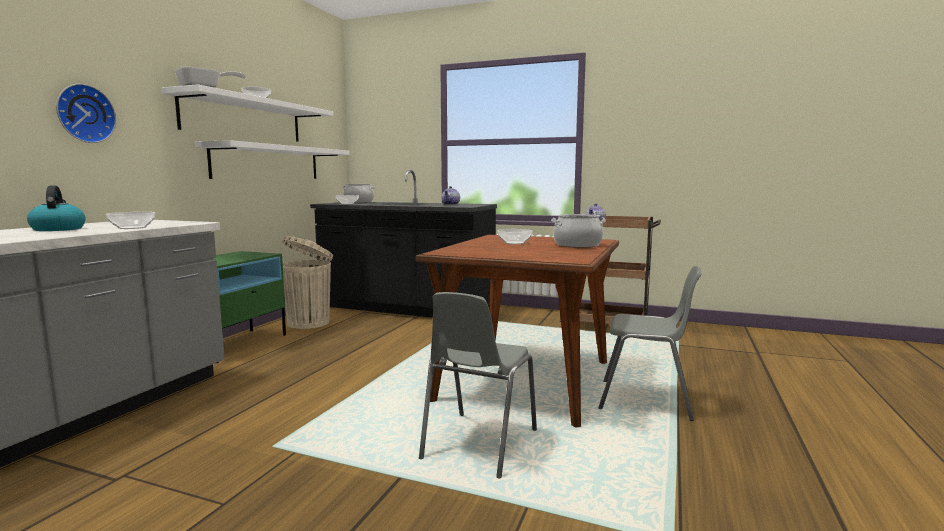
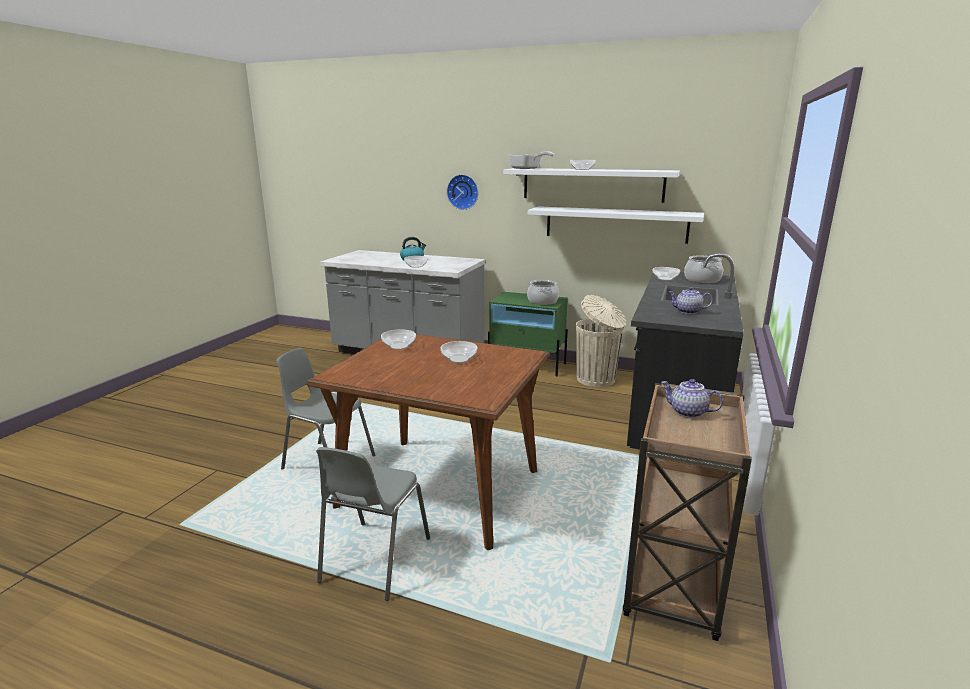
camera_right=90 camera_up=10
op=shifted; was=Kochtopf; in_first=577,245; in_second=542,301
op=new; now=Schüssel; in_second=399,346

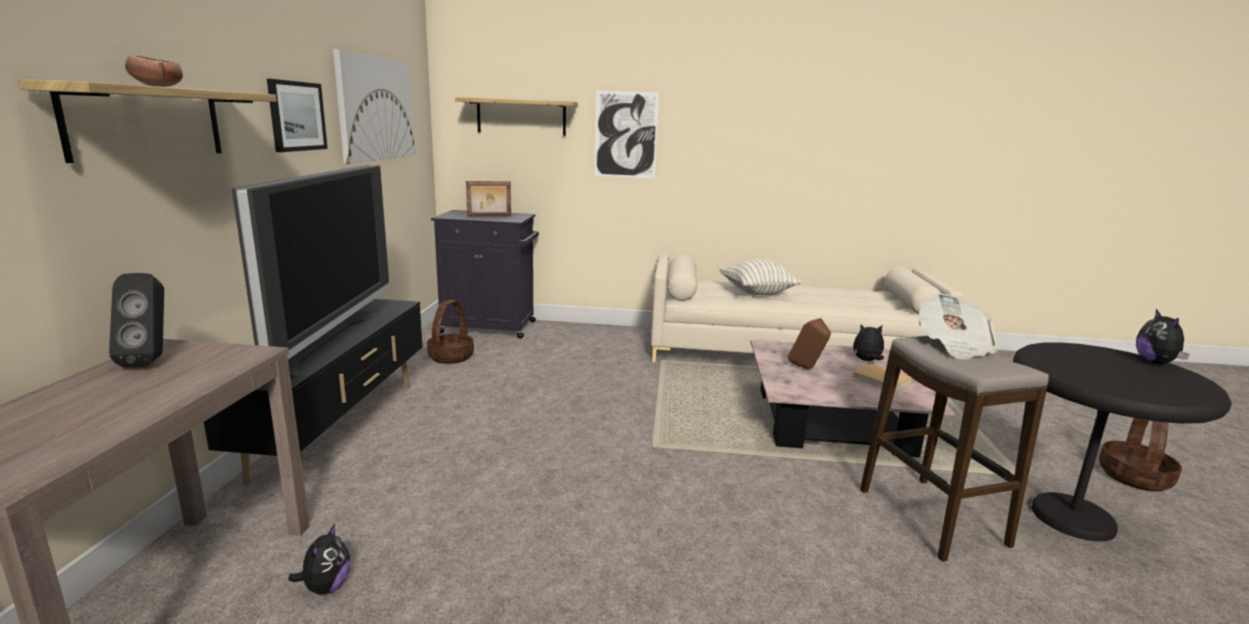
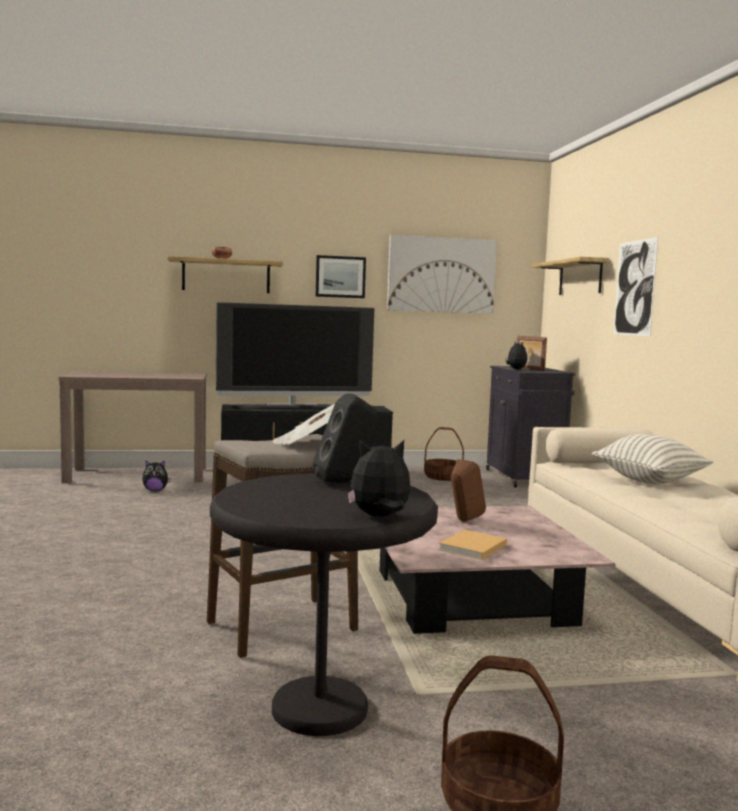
camera_right=75 camera_up=-10
op=shifted; was=Lautsprecher (schwarz); in_first=151,360; in_second=345,481
op=shifted; was=Plüschtier; in_first=866,361; in_second=515,369

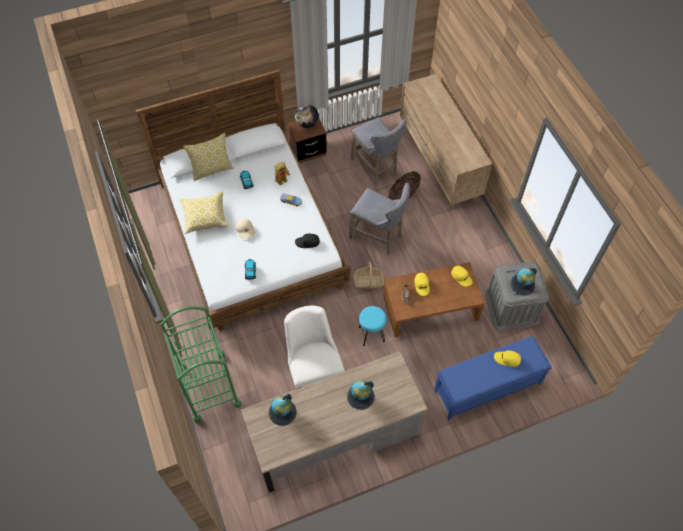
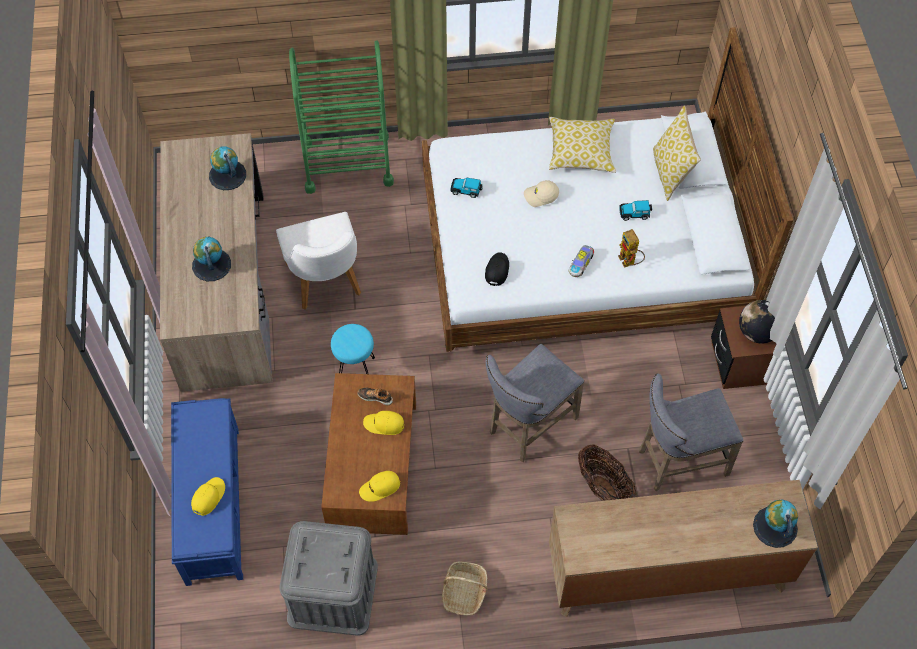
camera_right=105 camera_up=0
op=rotated; was=Stuhl (weiß); in_first=313,370; in_second=326,284; clockwise=75
op=shifted; was=Korb; in_first=368,281; in_second=464,592
op=shifted; was=Globus; in_first=522,284; in_second=775,527

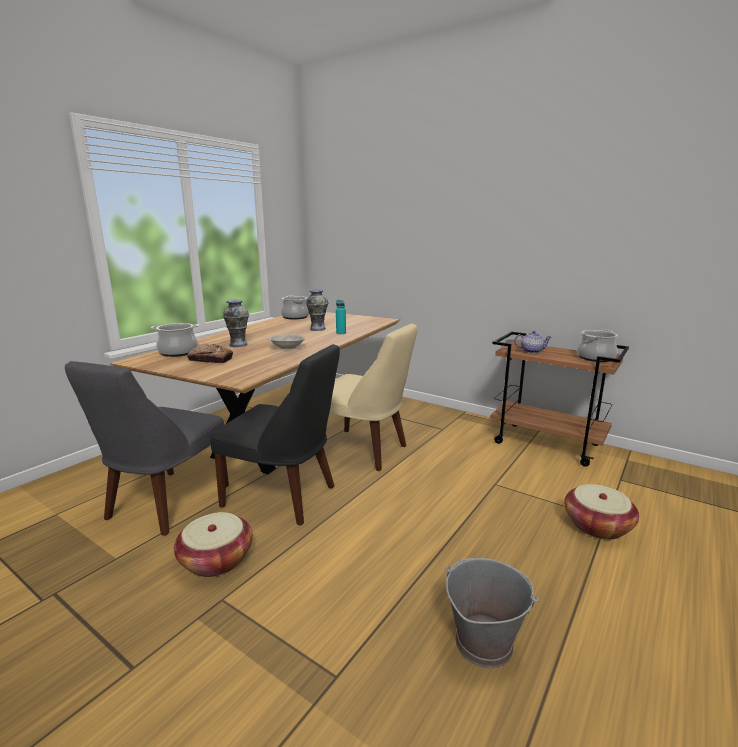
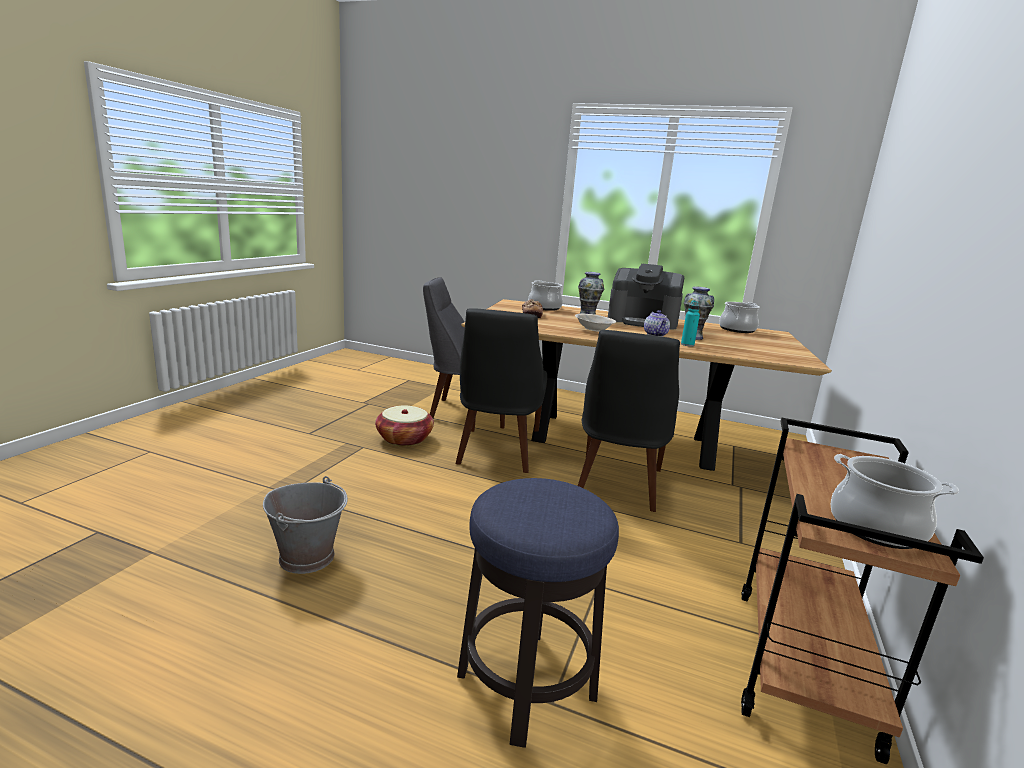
camera_right=75 camera_up=0
op=repainted; was=Stuhl (beige); now=Stuhl (schwarz); in_first=364,450; in_second=617,485
op=shifted; was=Teekanne; in_first=531,351; in_second=656,335
op=swapped; was=Korb; now=Hocker; in_first=597,526; in_second=526,685
op=new; now=Kaffeemaschine; in_second=643,321

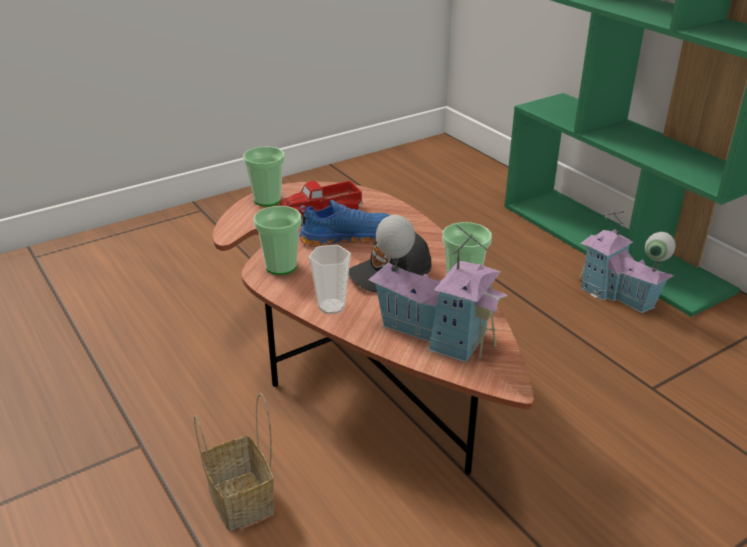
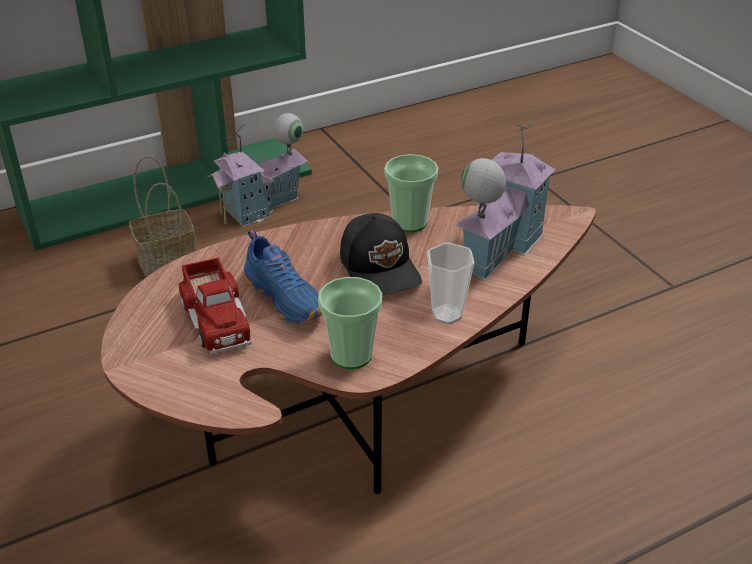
camera_right=-85 camera_up=5
op=shifted; was=Korb; in_first=243,501; in_second=168,258
op=gone; was=Tasse; in_first=267,200
op=rotated; was=Schuh (blau); in_first=345,236; in_second=286,298; clockwise=150

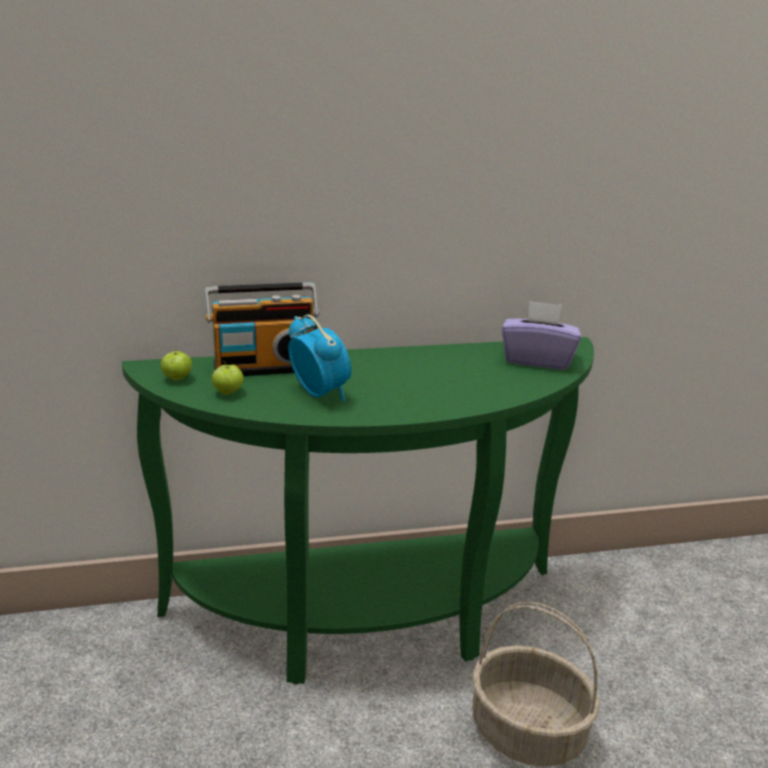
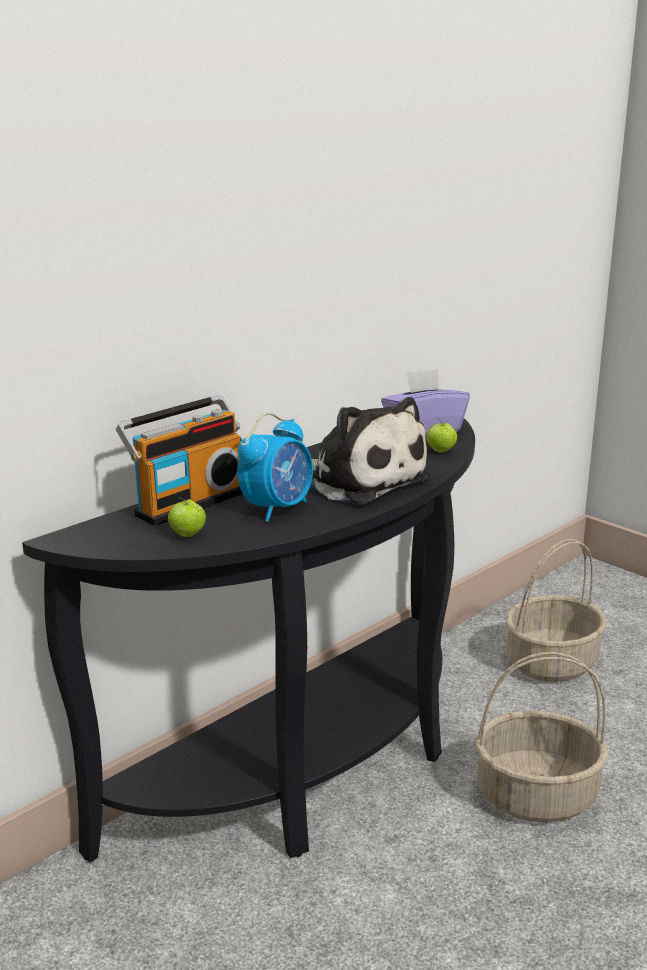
camera_right=-30 camera_up=-5
op=repainted; was=Konsolentisch (grün); now=Konsolentisch (schwarz); in_first=369,623; in_second=317,769
op=shifted; was=Apfel; in_first=177,378; in_second=441,451
op=rotated; was=Wecker; in_first=319,393; in_second=278,508; clockwise=105
op=new; now=Plüschtier; in_second=361,479
op=new; now=Korb; in_second=551,662

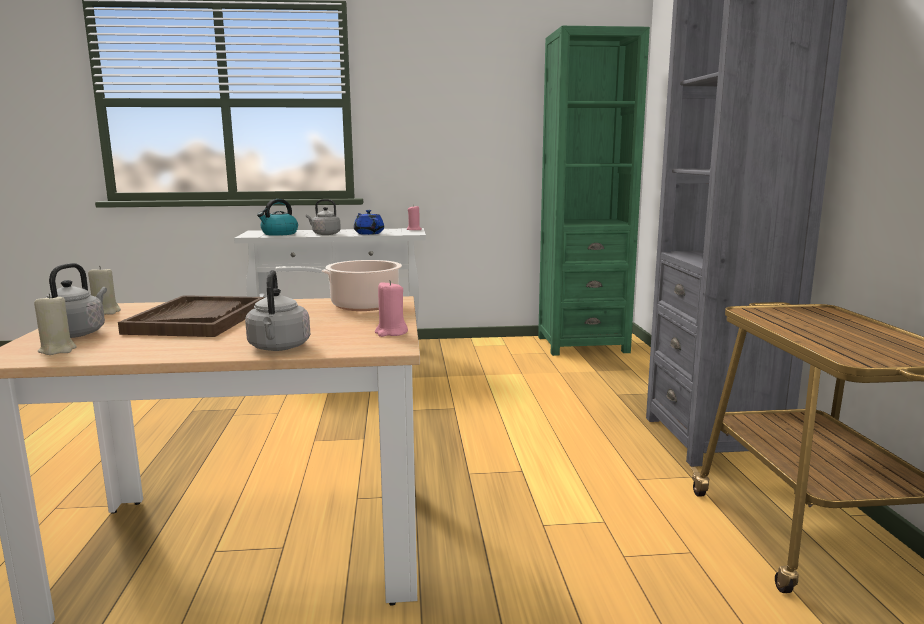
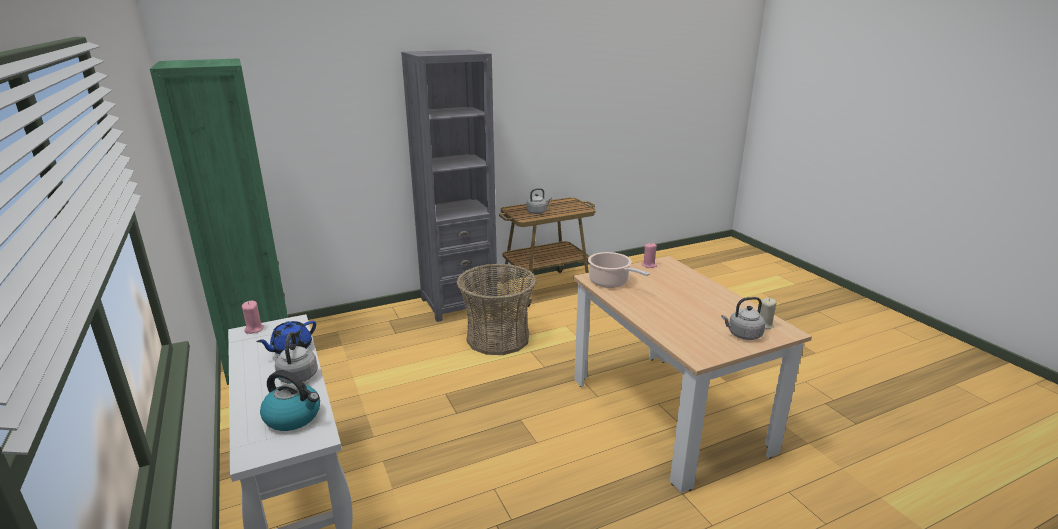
camera_right=-110 camera_up=10
op=gone; was=Kerze (beige); in_first=106,312
op=gone; was=Tablett (braun); in_first=197,320
op=shifted; was=Wasserkessel (grau); in_first=279,348; in_second=537,212
op=new; now=Korb; in_second=498,338

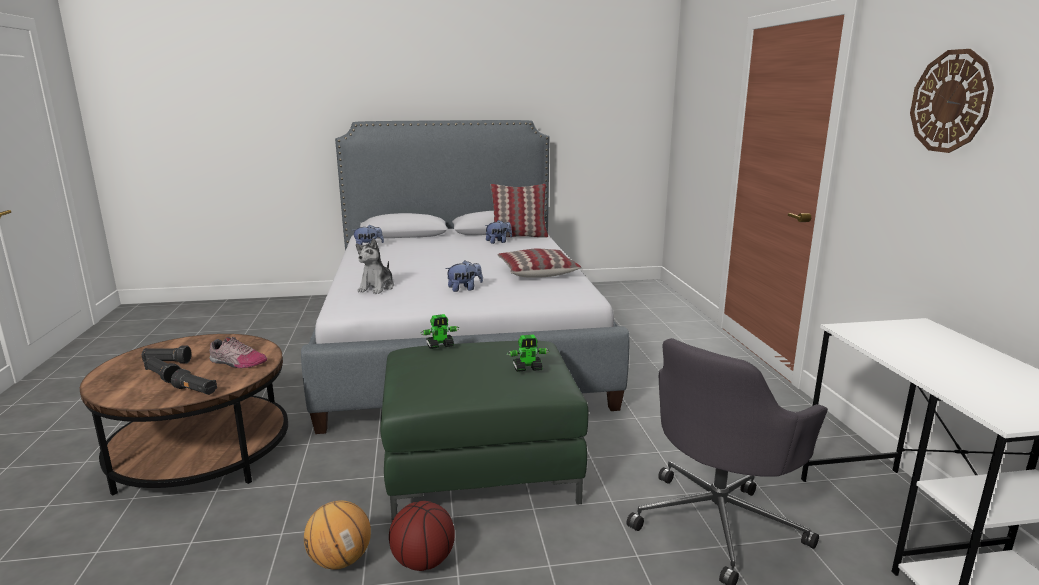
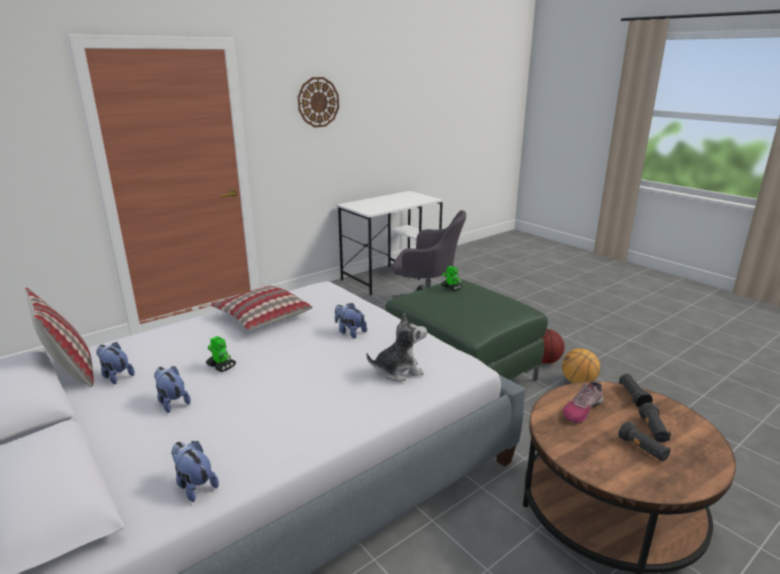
camera_right=-120 camera_up=5
op=rotated; was=Schuh; in_first=237,363; in_second=582,409; clockwise=-120
op=shifted; was=Spielzeugroboter; in_first=440,345; in_second=221,366
op=new; now=Plüschtier; in_second=172,402

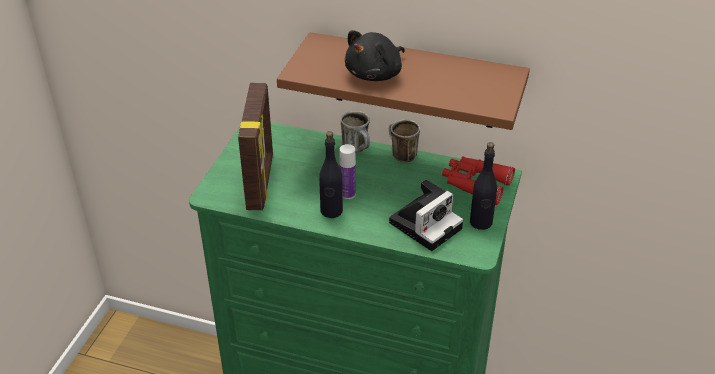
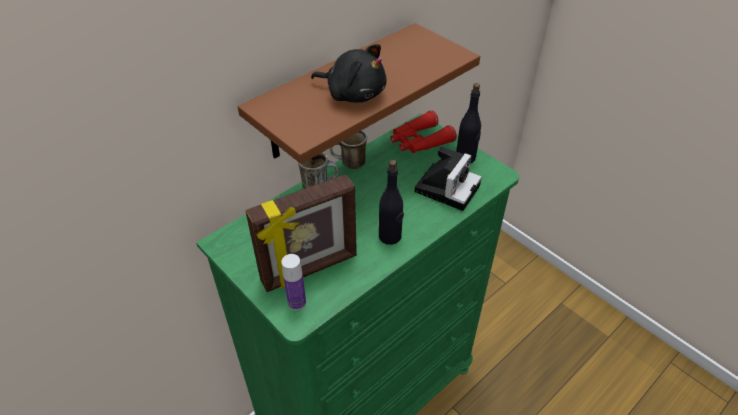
camera_right=-60 camera_up=5
op=rotated; was=Bilderrahmen; in_first=261,182; in_second=310,269; clockwise=120
op=shifted; was=Flasche; in_first=347,194; in_second=297,302
op=rotated; was=Plüschtier (schwarz); in_first=375,74; in_second=353,94; clockwise=-45
op=rotated; was=Kamera; in_first=426,224; in_second=447,186; clockwise=45

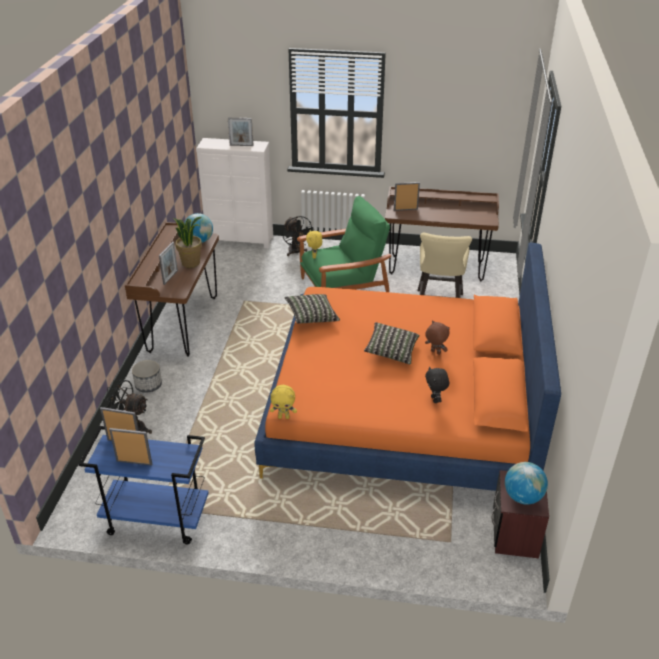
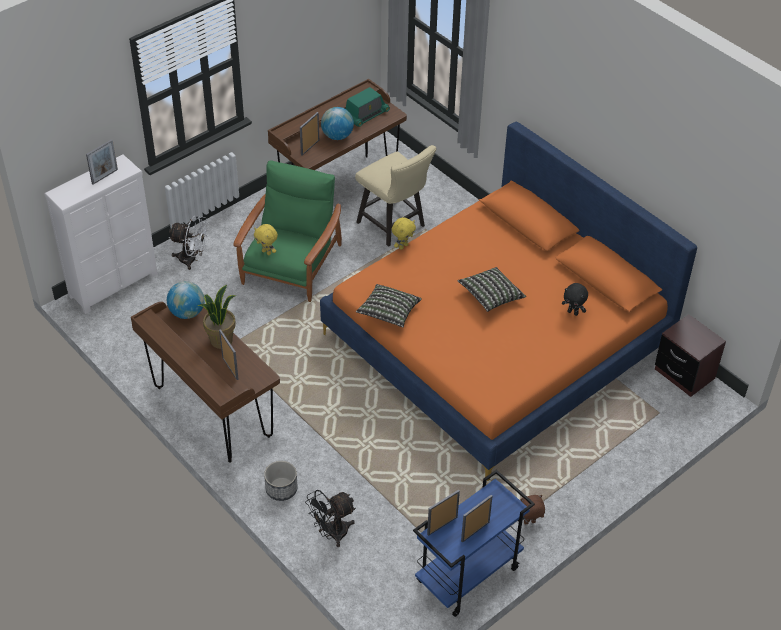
camera_right=-50 camera_up=10
op=shifted; was=Plüschtier (gelb); in_first=284,417; in_second=403,246
op=repainted; was=Ventilator (schwarz); now=Ventilator (weiß); in_first=296,252; in_second=192,259
op=shifted; was=Plüschtier (braun); in_first=435,352; in_second=529,523
op=shifted; was=Globus; in_first=522,497; in_second=337,136
op=new; now=Radio; in_second=365,115

